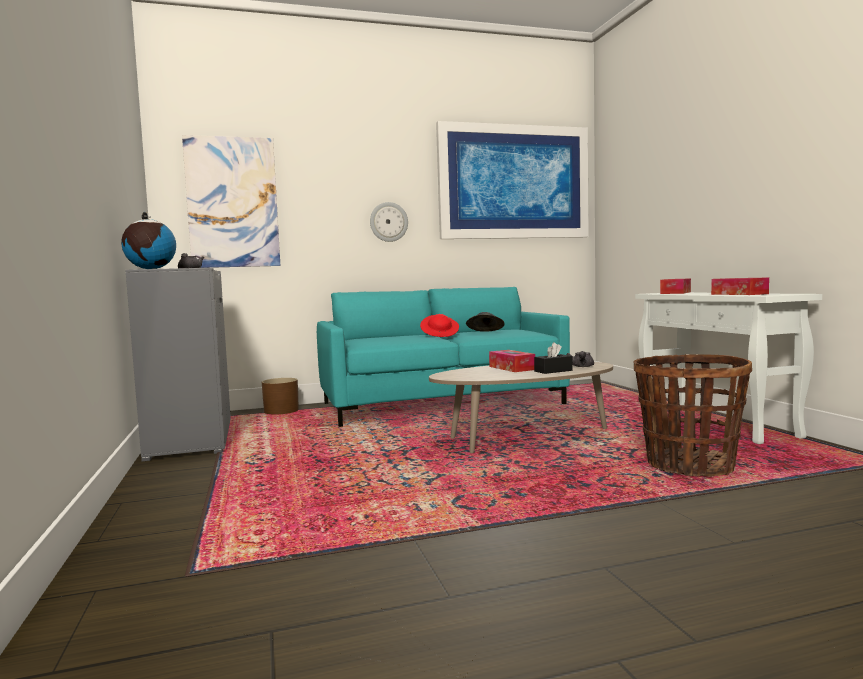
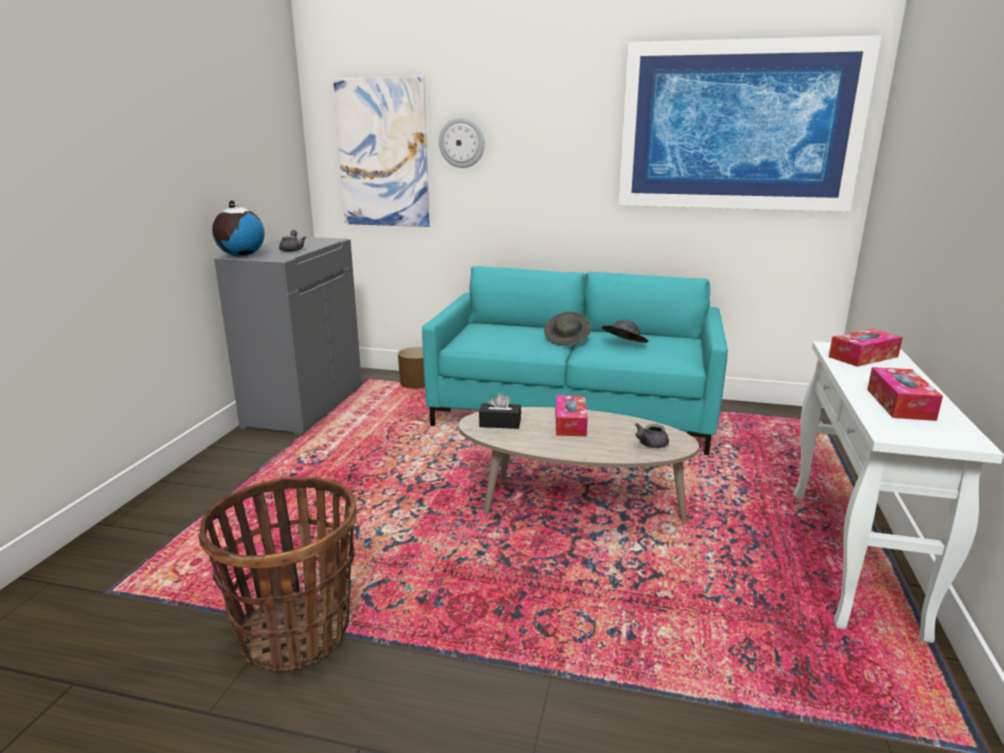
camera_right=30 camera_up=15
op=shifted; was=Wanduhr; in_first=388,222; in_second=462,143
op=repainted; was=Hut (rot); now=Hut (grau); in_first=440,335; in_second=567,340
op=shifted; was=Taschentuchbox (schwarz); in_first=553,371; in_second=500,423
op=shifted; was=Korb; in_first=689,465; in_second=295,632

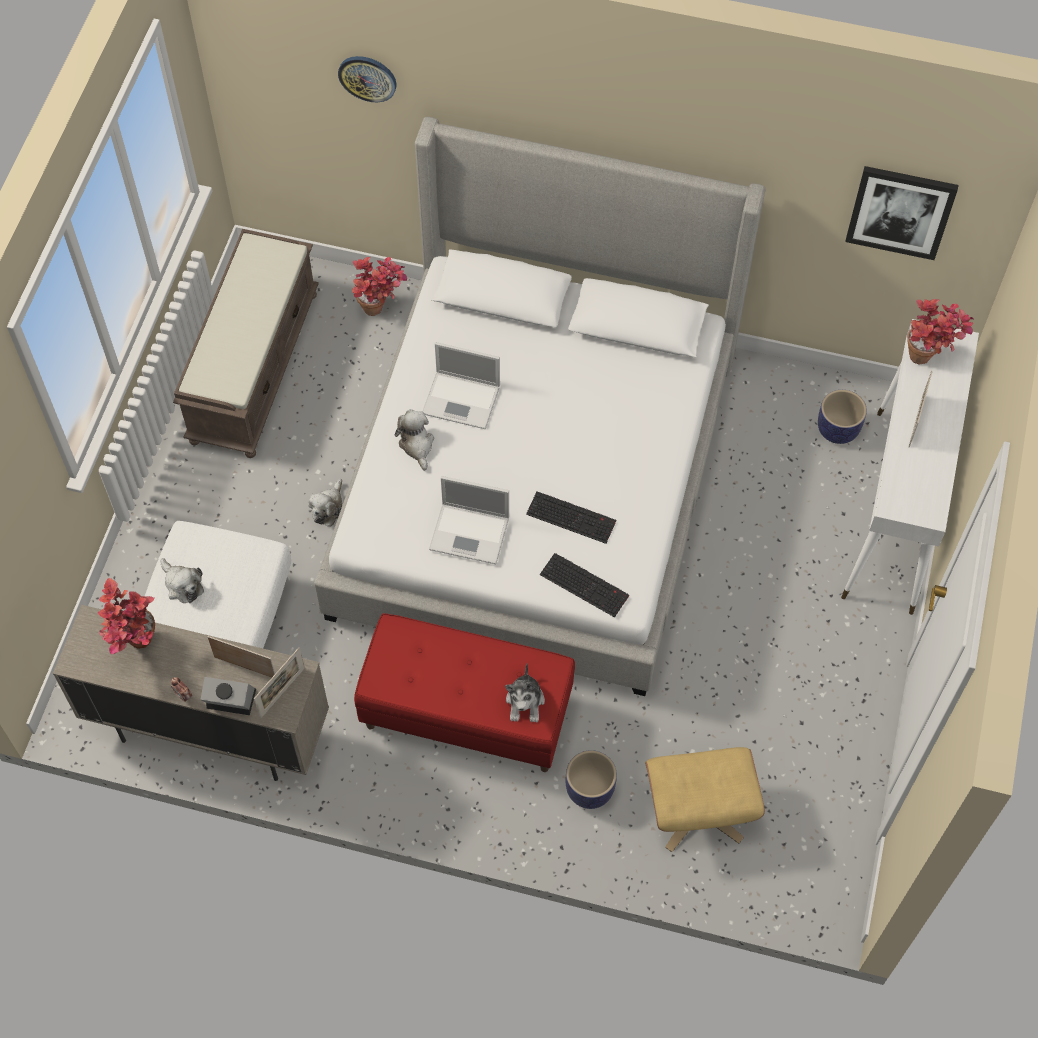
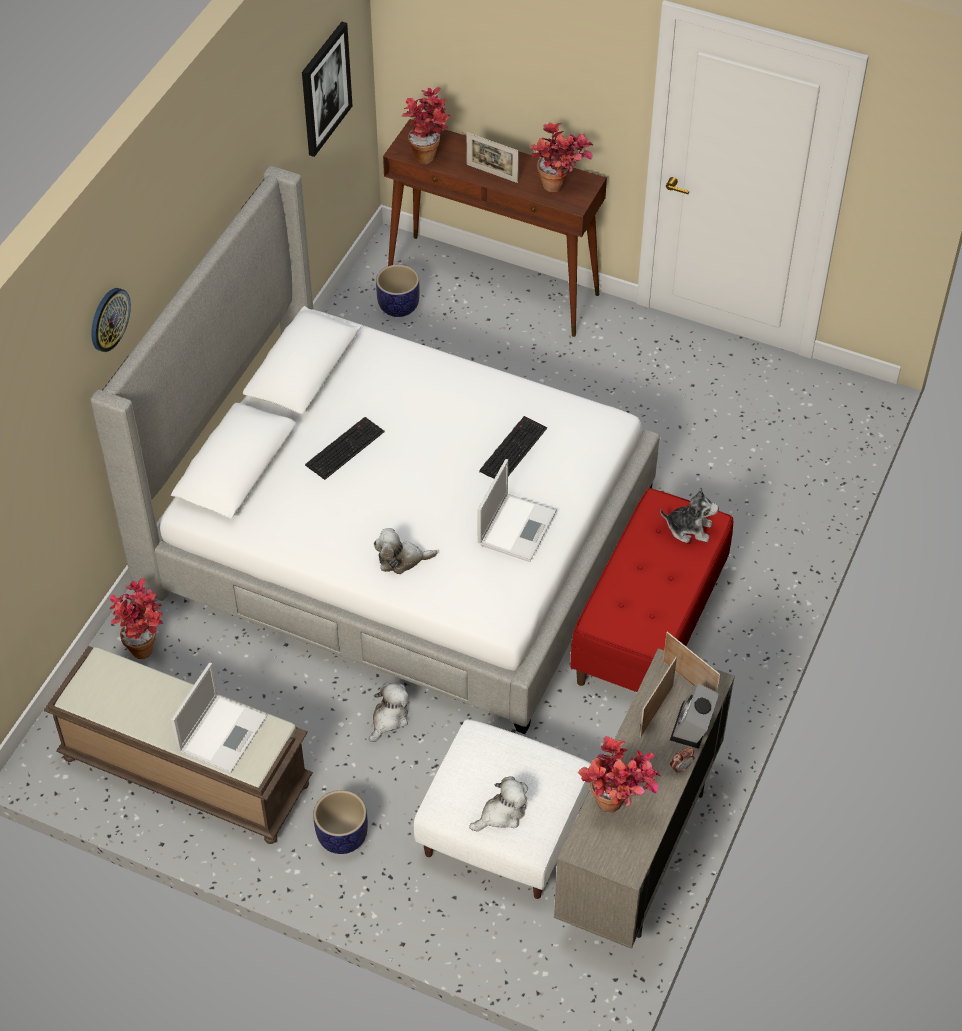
camera_right=-80 camera_up=-10
op=rotated; was=Plüschtier; in_first=328,508; in_second=389,718; clockwise=-90
op=shifted; was=Wanduhr; in_first=367,77; in_second=109,319
op=shifted; was=Laptop; in_first=462,400; in_second=223,732
op=shifted; was=Tastatur; in_first=585,584; in_second=344,447
op=shifted; was=Pflanzkübel; in_first=589,789; in_second=341,837
op=gone; was=Polsterhocker (beige); in_first=698,811
op=repainted; was=Konsolentisch (weiß); now=Konsolentisch (braun); in_first=894,511; in_second=494,285
op=new; now=Topfpflanze; in_second=560,189

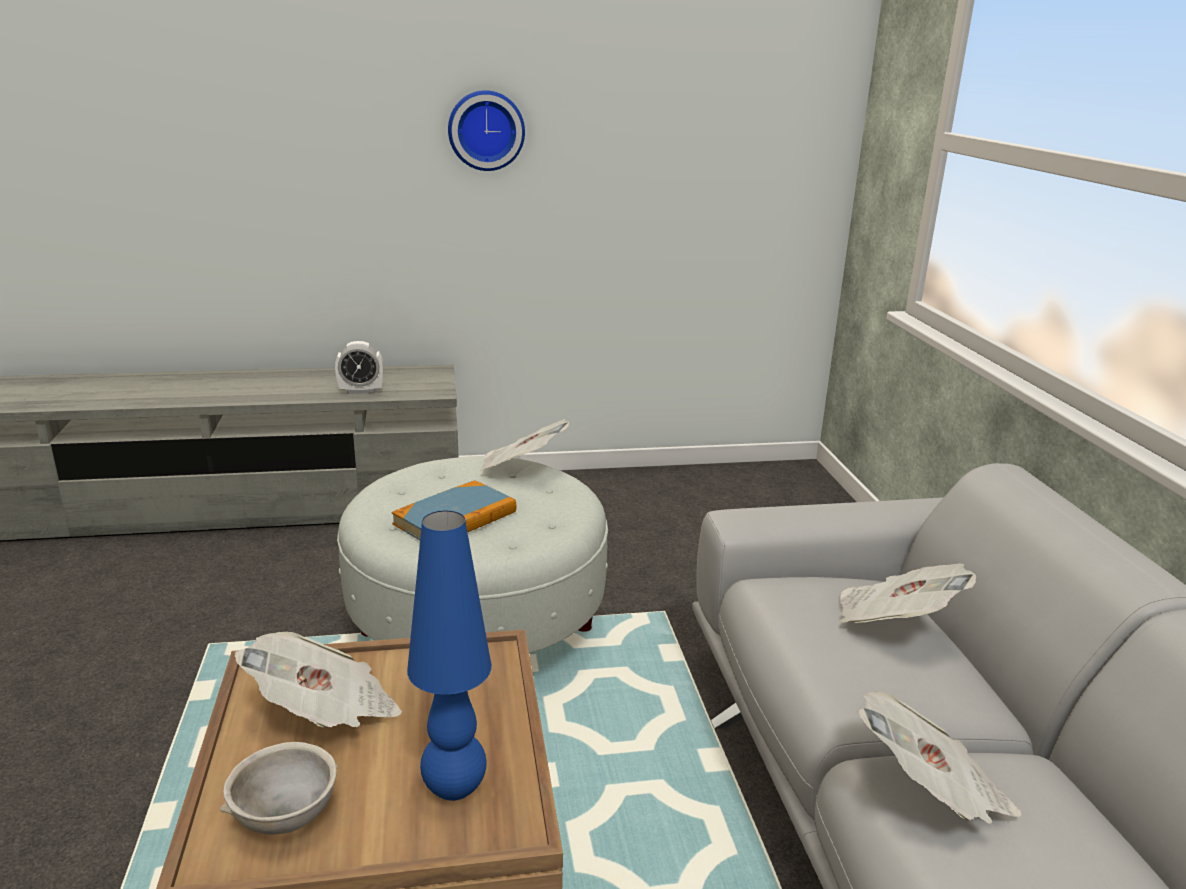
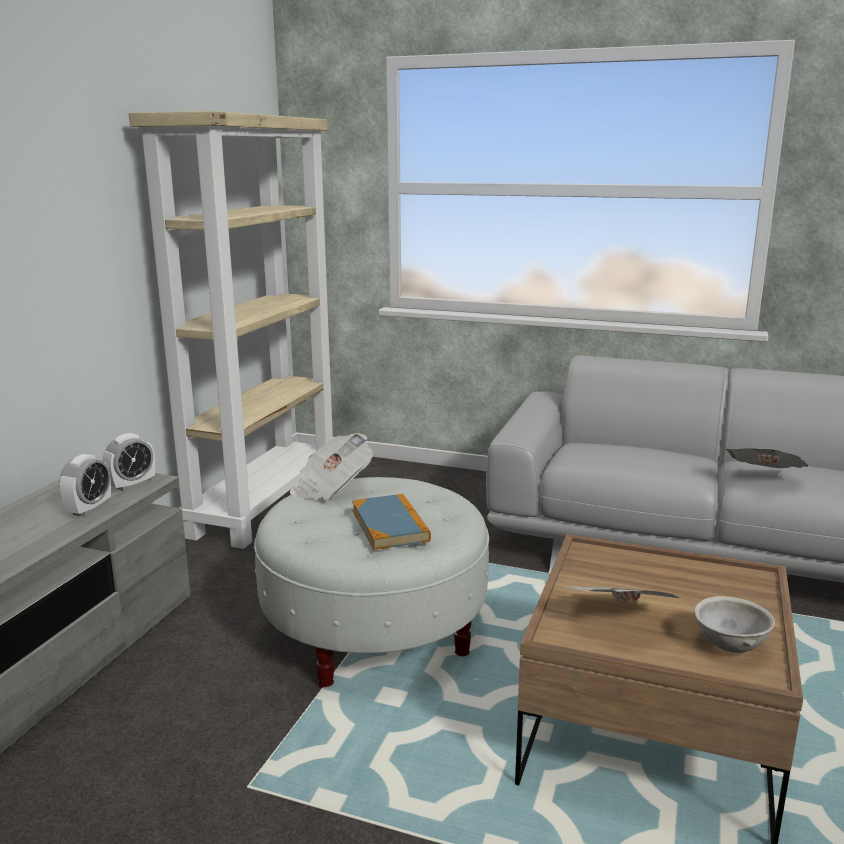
camera_right=-60 camera_up=-5
op=gone; was=Tischlampe (blau); in_first=455,789
op=gone; was=Wanduhr; in_first=486,130
op=gone; was=Zeitung; in_first=894,621
op=new; now=Wecker; in_second=132,485
op=new; now=Bücherregal (beige); in_second=265,502

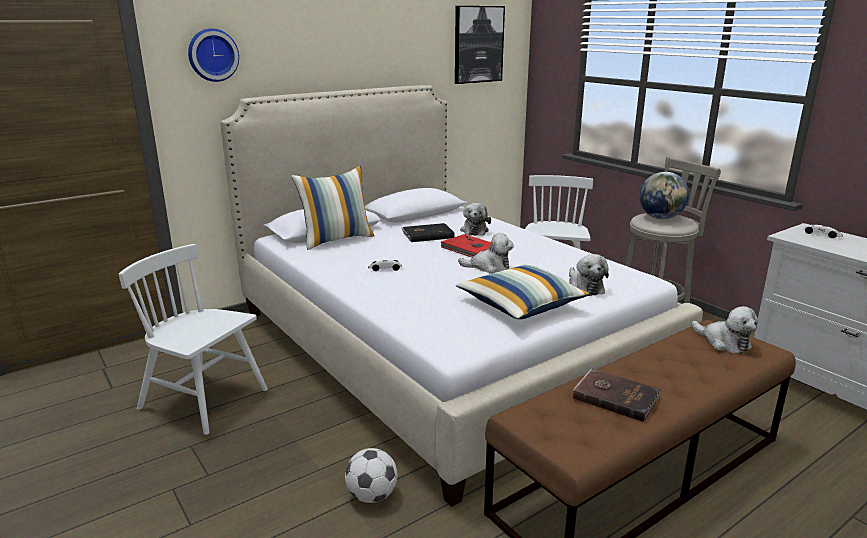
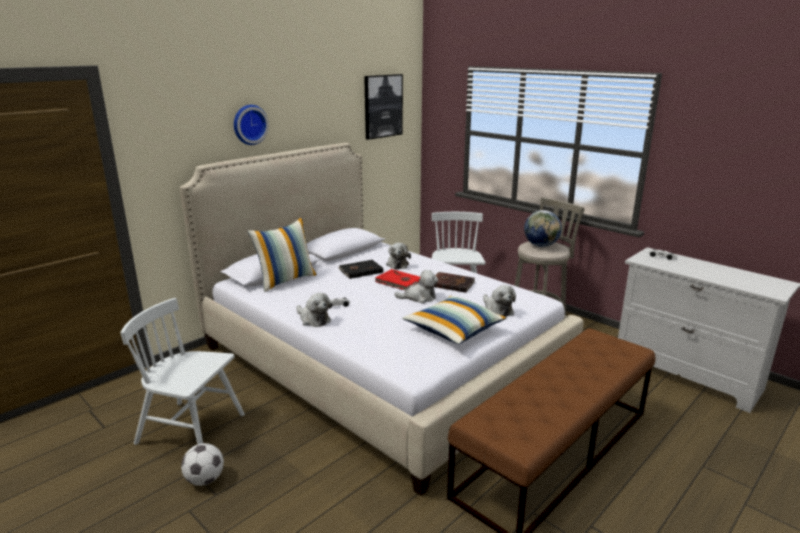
camera_right=-10 camera_up=0
op=shifted; was=Wanduhr; in_first=212,55; in_second=249,124
op=shifted; was=Fußball; in_first=372,496; in_second=205,480
op=shifted; was=Buch (braun); in_first=615,397; in_second=451,283
op=shifted; was=Plüschtier; in_first=724,342; in_second=313,319

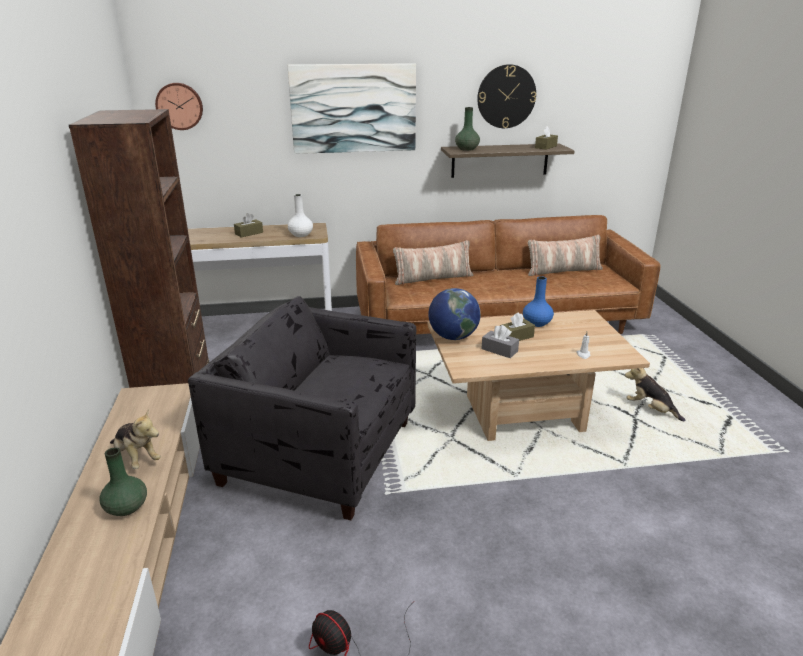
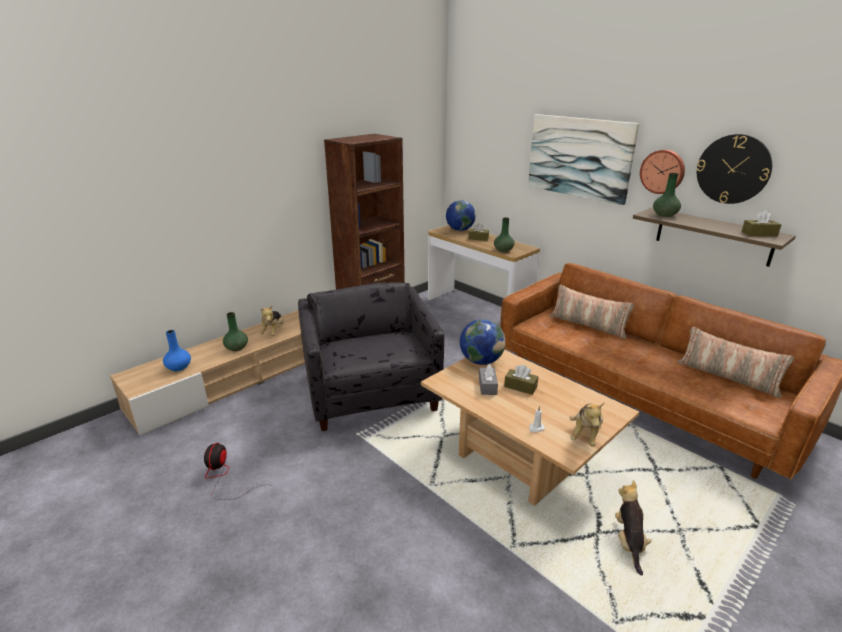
camera_right=55 camera_up=0
op=shifted; was=Wanduhr; in_first=179,106; in_second=662,171
op=repainted; was=Vase (weiß); now=Vase (grün); in_first=301,235; in_second=503,250
op=shifted; was=Vase (blau); in_first=537,323; in_second=178,367
op=new; now=Globus; in_second=460,230
op=new; now=Plüschtier; in_second=585,434

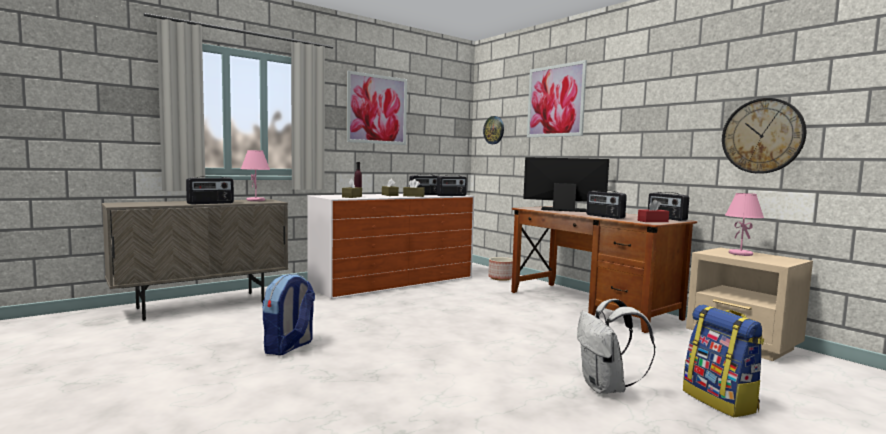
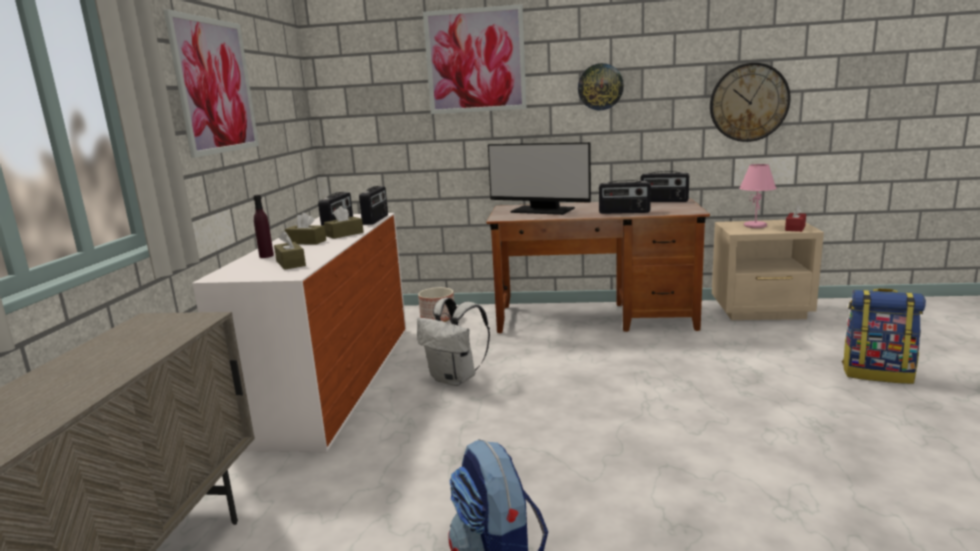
camera_right=-45 camera_up=10
op=gone; was=Radio; in_first=211,203
op=gone; was=Tischlampe (rosa); in_first=256,200
op=shifted; was=Wanduhr; in_first=494,130; in_second=600,87
op=rotated; was=Monitor; in_first=563,209; in_second=542,210; clockwise=-120
op=shifted; was=Rucksack (weiß); in_first=606,388; in_second=455,379
op=shifted; was=Taschentuchbox (rot); in_first=652,221; in_second=795,228

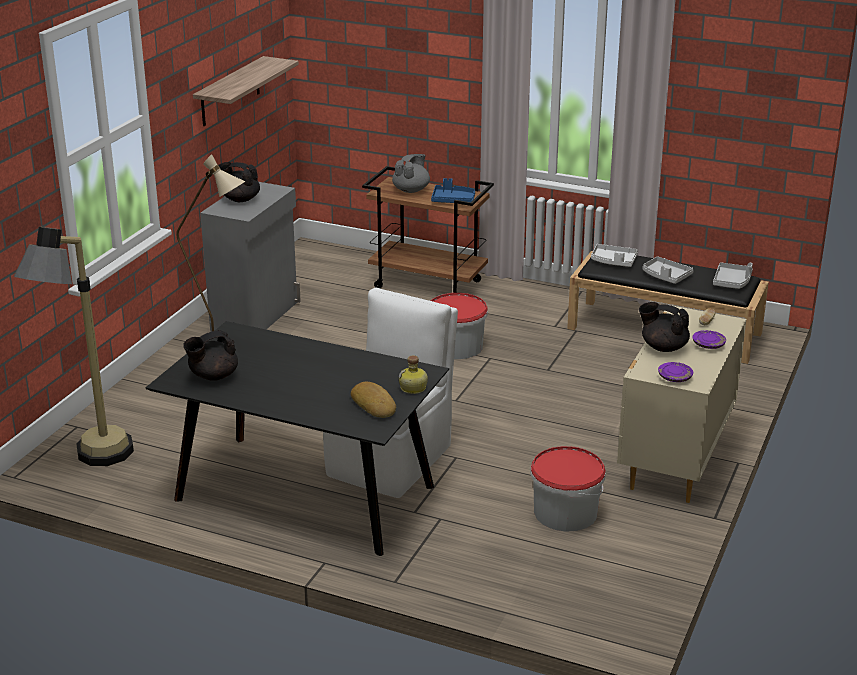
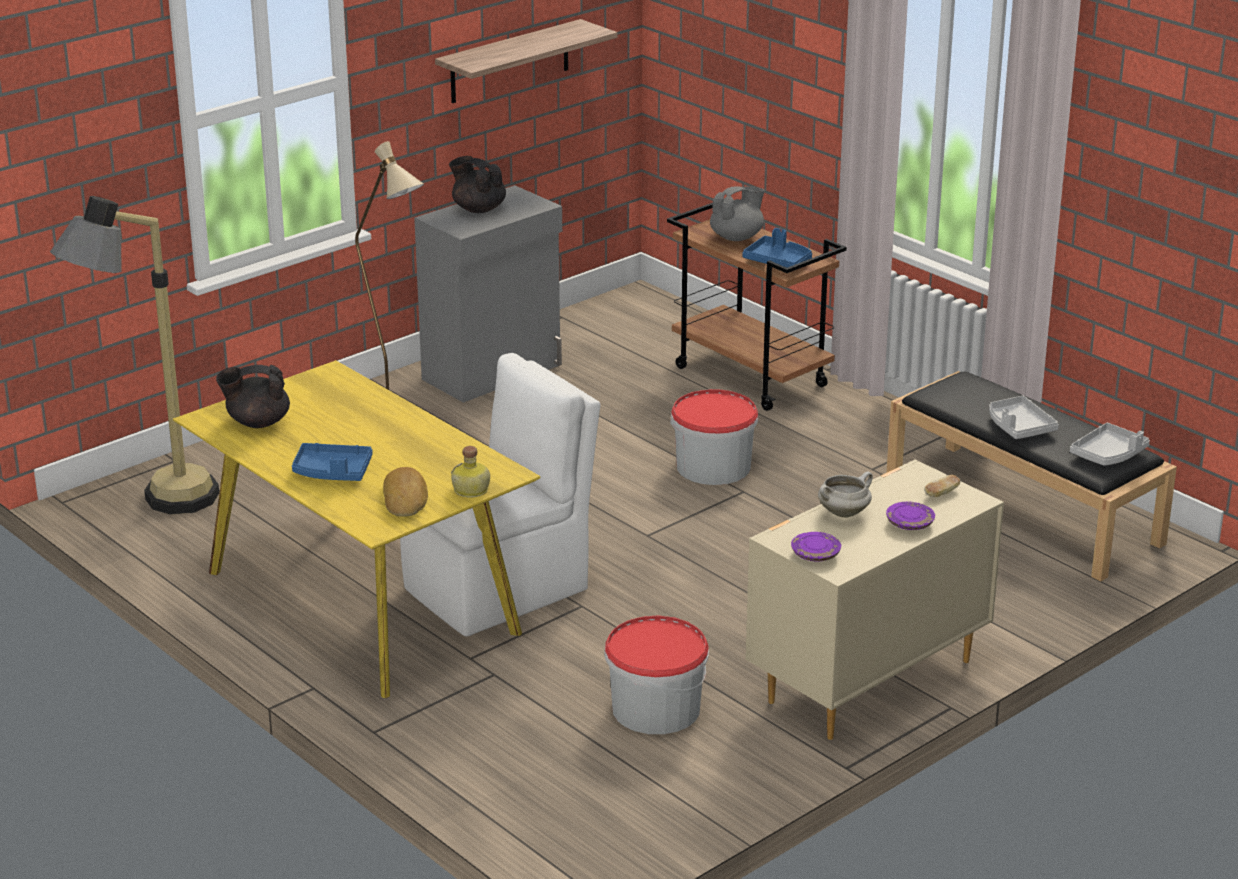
camera_right=25 camera_up=0
op=repainted; was=Esstisch (schwarz); now=Esstisch (gelb); in_first=303,494; in_second=359,602
op=gone; was=Tablett (weiß); in_first=613,261
op=swapped; was=Teekanne (schwarz); now=Kochtopf (weiß); in_first=663,347; in_second=844,512
op=new; now=Tablett (blau); in_second=332,472

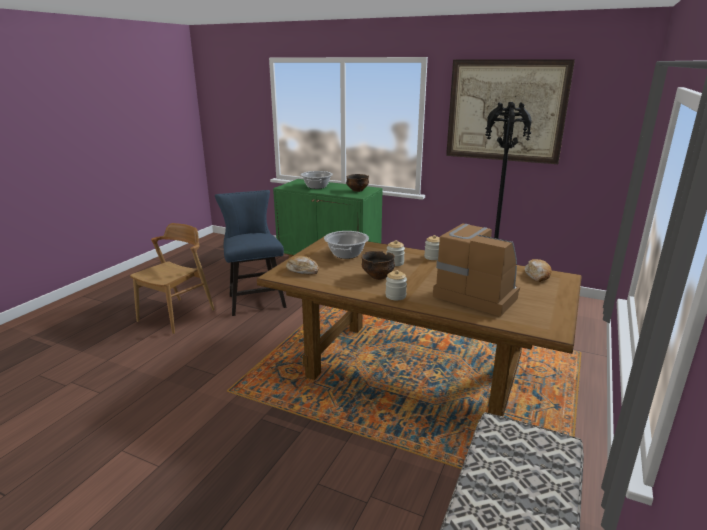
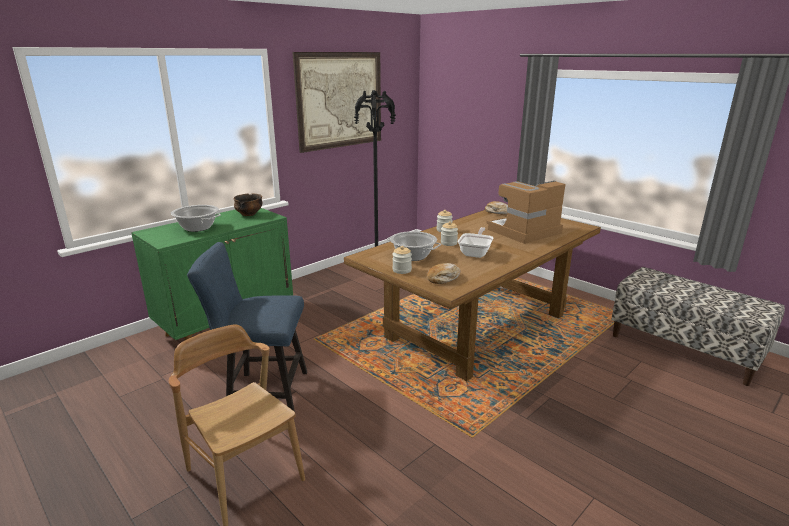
camera_right=-70 camera_up=0
op=swapped; was=Schüssel; now=Pfanne; in_first=378,276; in_second=476,253
op=shifted; was=Vorratsglas; in_first=395,296; in_second=402,270

